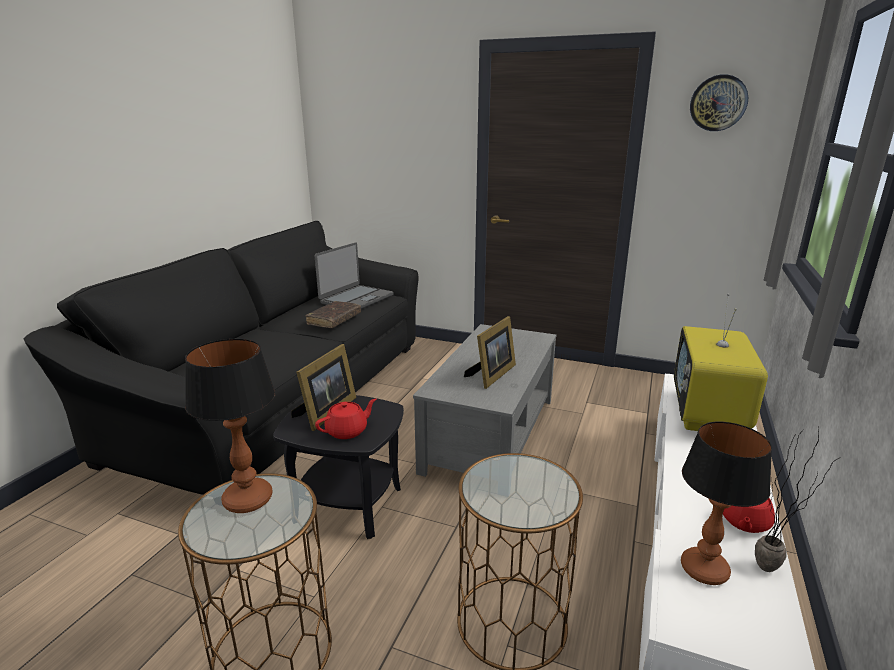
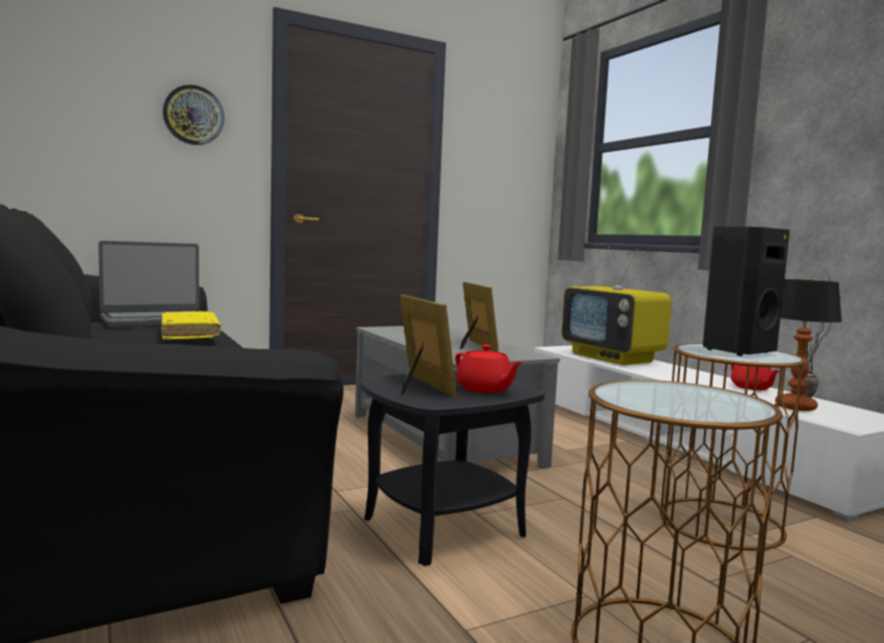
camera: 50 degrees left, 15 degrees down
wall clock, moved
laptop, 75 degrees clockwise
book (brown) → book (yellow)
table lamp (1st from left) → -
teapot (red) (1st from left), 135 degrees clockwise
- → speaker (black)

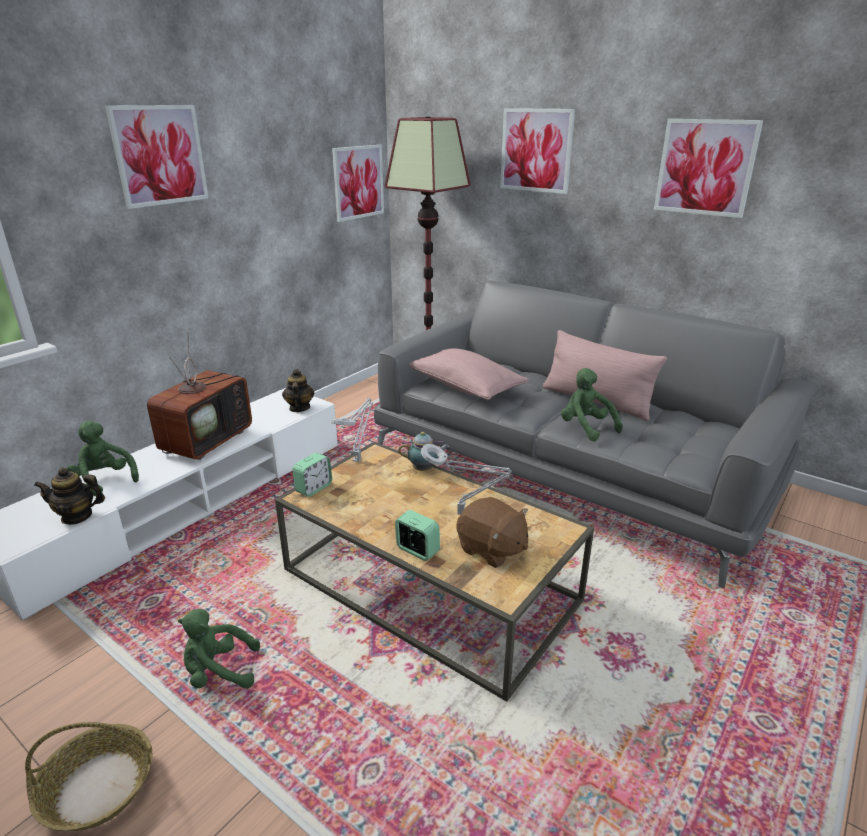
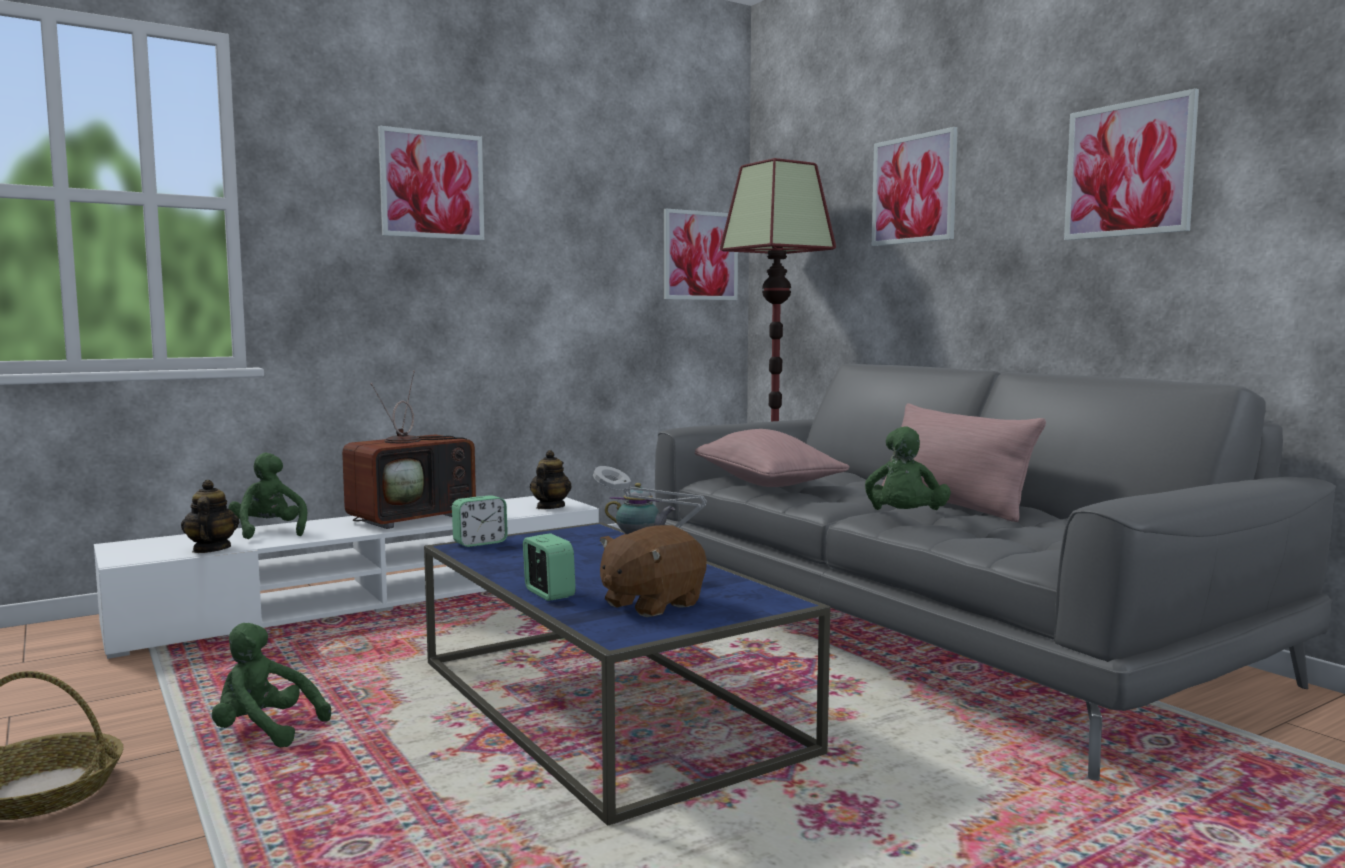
camera: 20 degrees right, 20 degrees down
plush toy (green) (3rd from left), 150 degrees counterclockwise
table lamp (grey) (1st from left) → -
coffee table (brown) → coffee table (blue)
teapot (1st from left), 60 degrees clockwise
plush toy (brown), 75 degrees clockwise

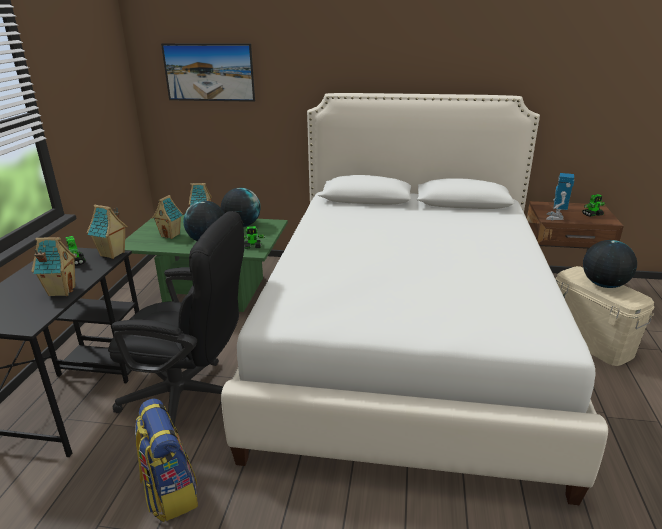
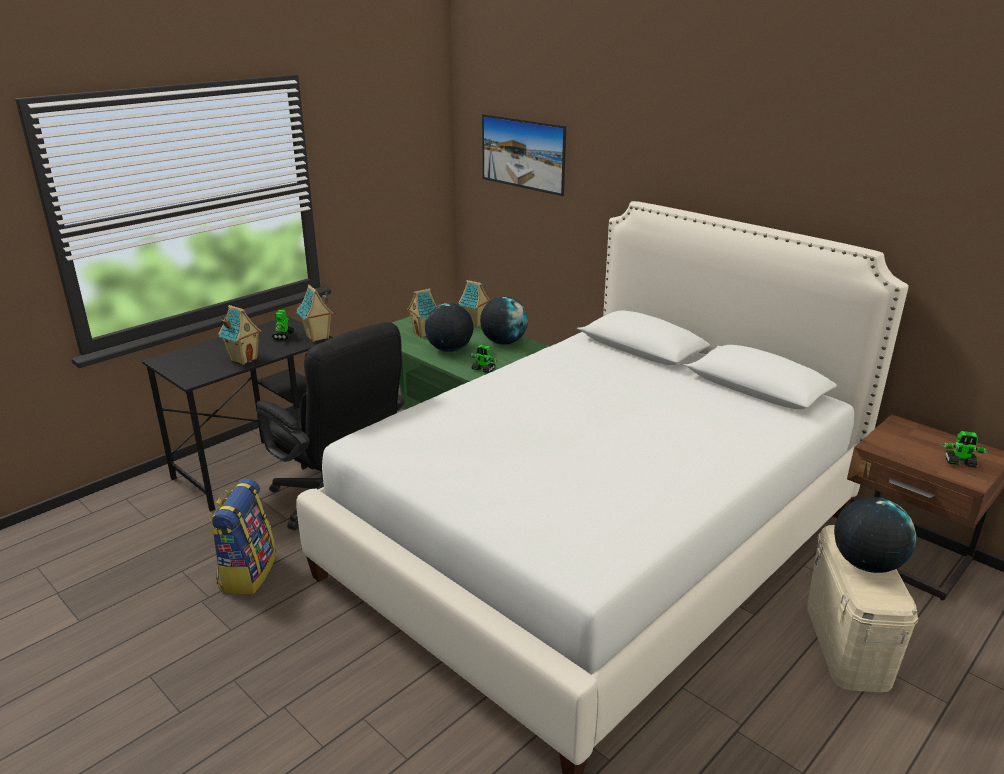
camera: 35 degrees right, 0 degrees up
toy robot (3rd from left) → -

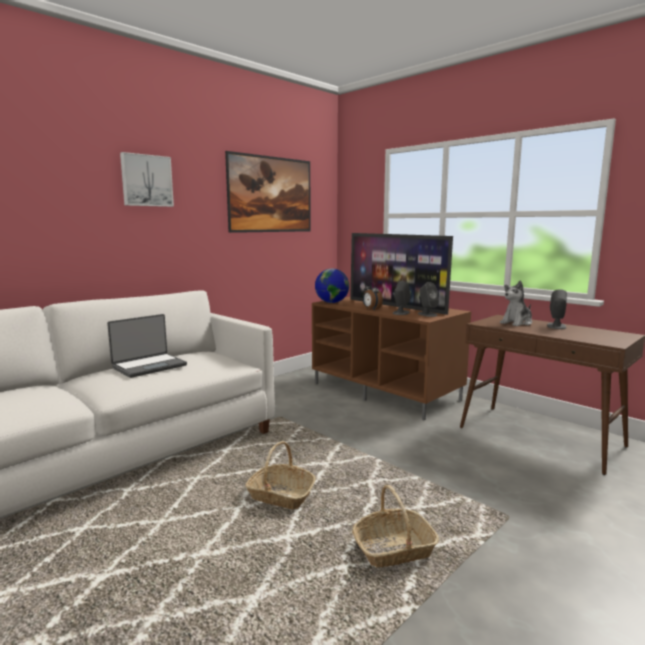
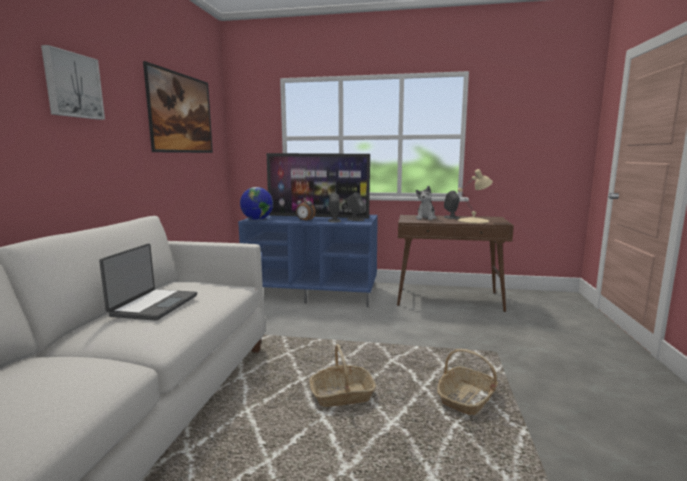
camera: 35 degrees left, 0 degrees up
tv stand (brown) → tv stand (blue)
- → table lamp (beige)

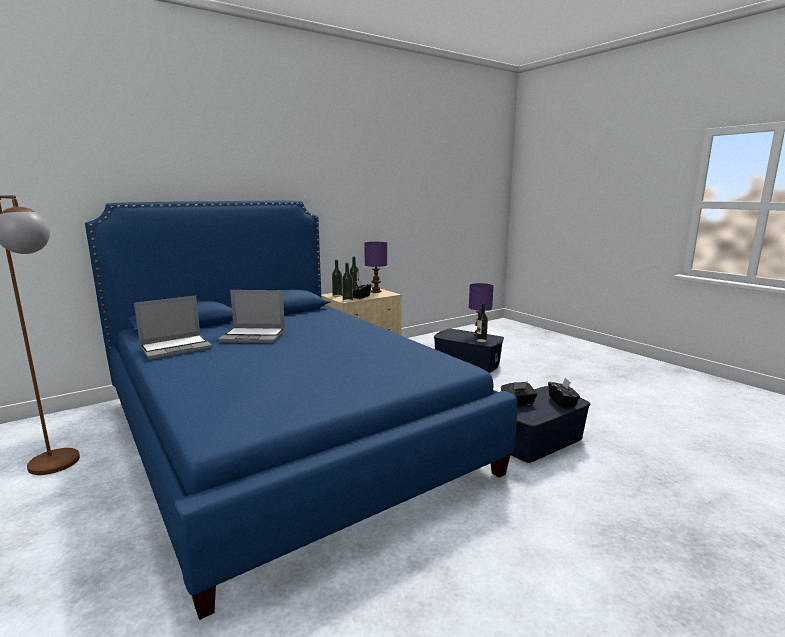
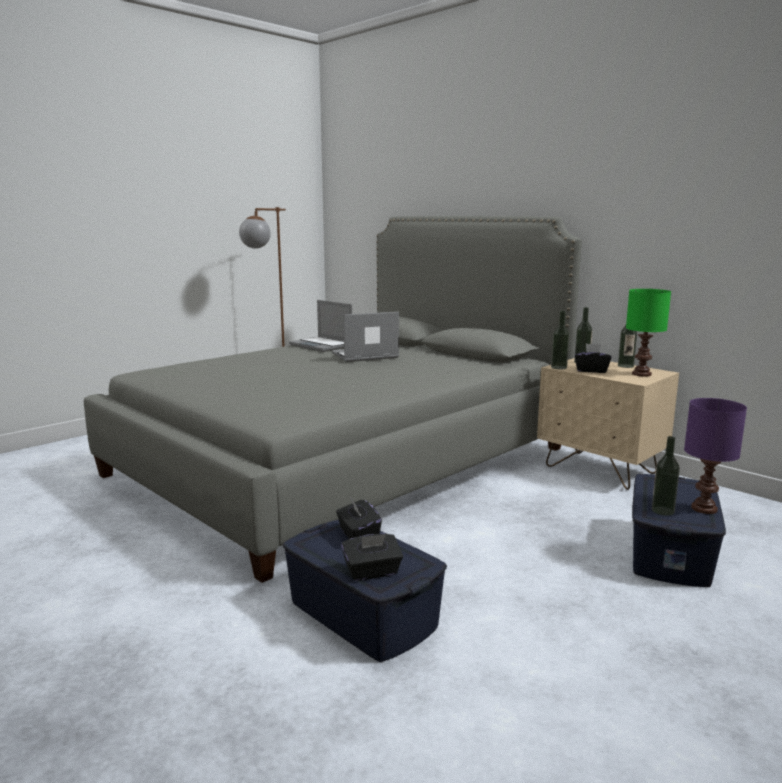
camera: 80 degrees right, 0 degrees up
bed (blue) → bed (grey)
table lamp (purple) (1st from left) → table lamp (green)
laptop (2nd from left), 75 degrees clockwise

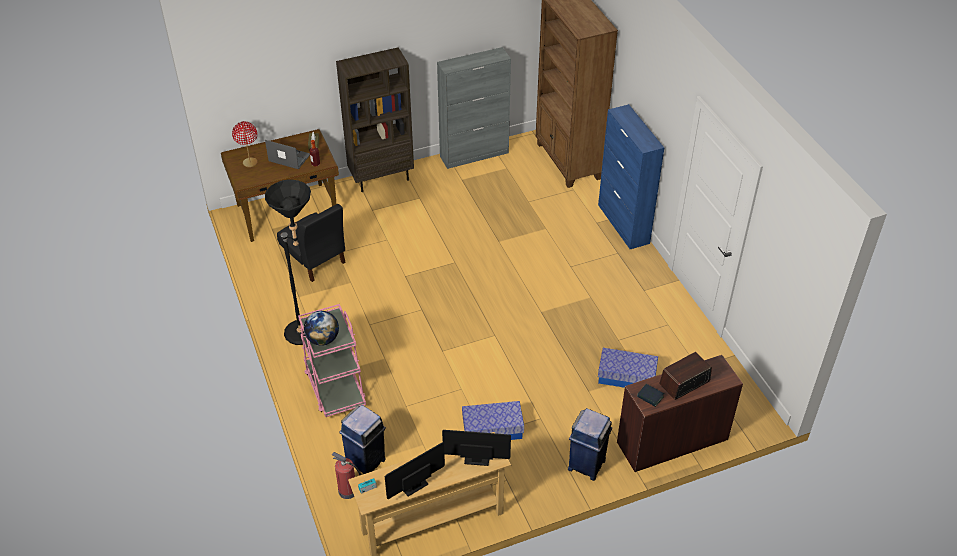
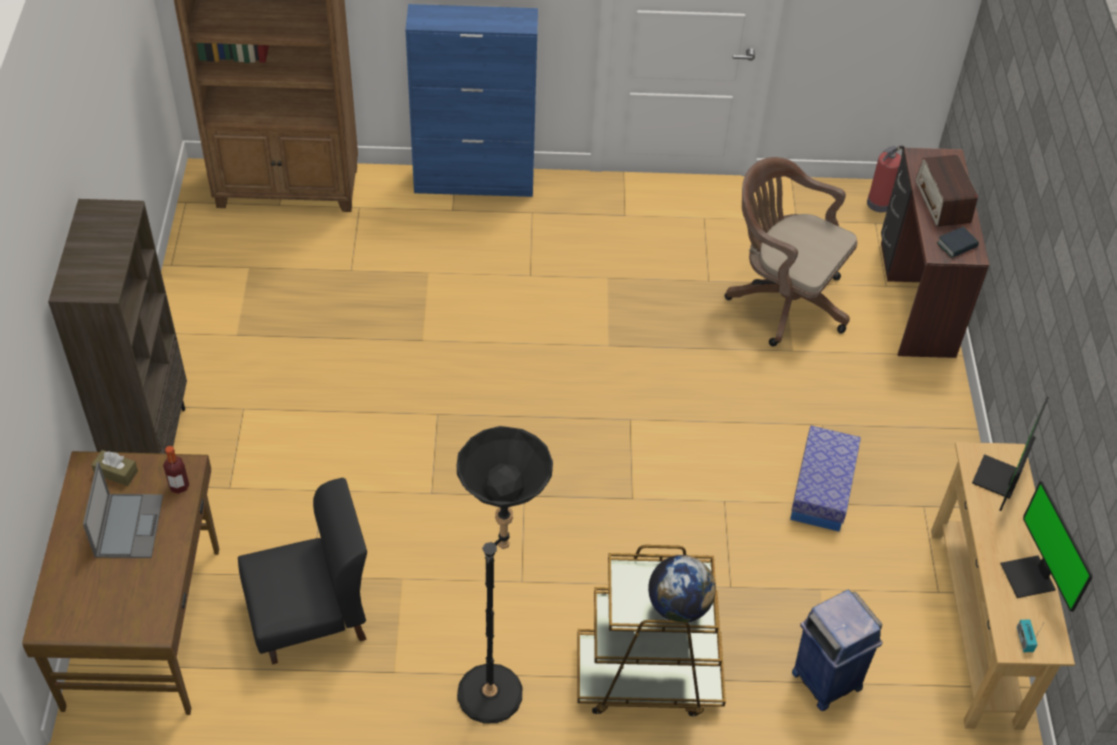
camera: 70 degrees left, 5 degrees up
cabinet (grey) → -
table lamp (red) → -
laptop, 135 degrees clockwise
cart (pink) → cart (brown)
storage box (2nd from left) → office chair (brown)
trash can (blue) (2nd from left) → -
fire extinguisher, moved

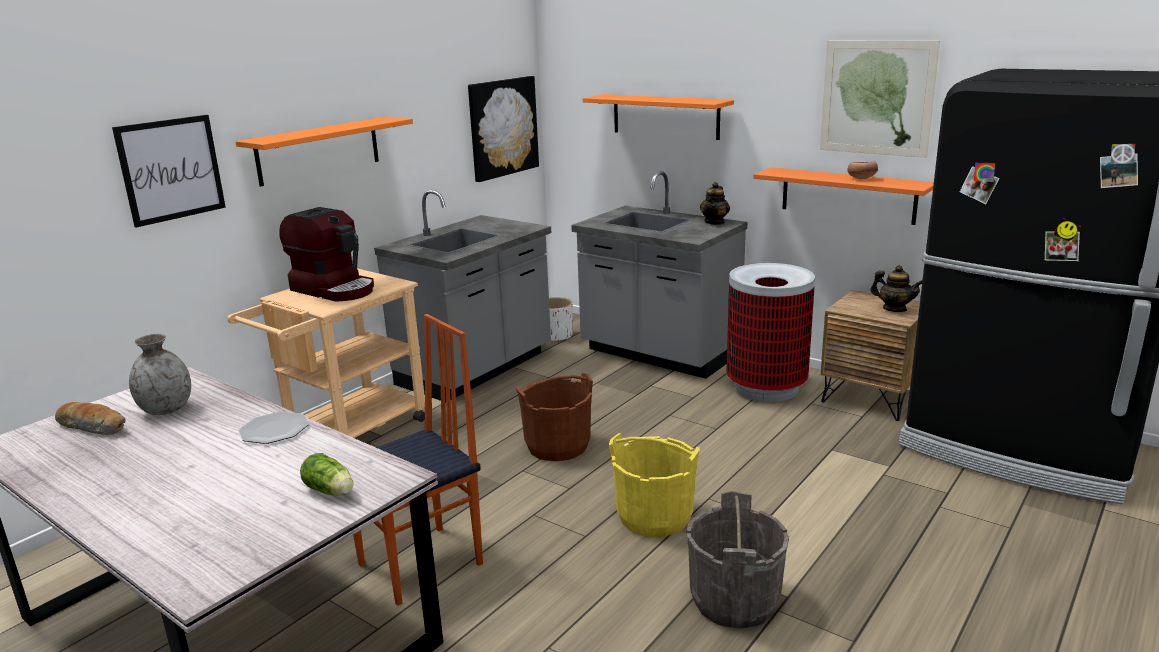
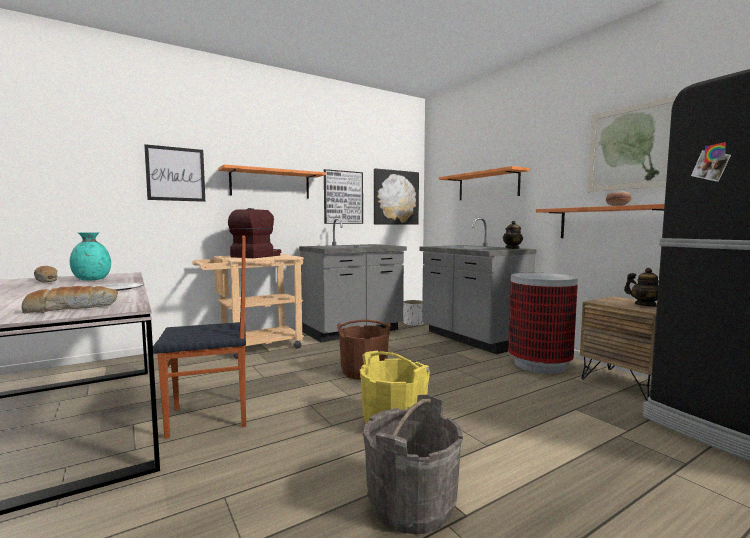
camera: 20 degrees right, 15 degrees down
coffee machine, 120 degrees counterclockwise
vase (grey) → vase (turquoise)
lettuce → bread (2nd from left)
- → picture (2nd from left)

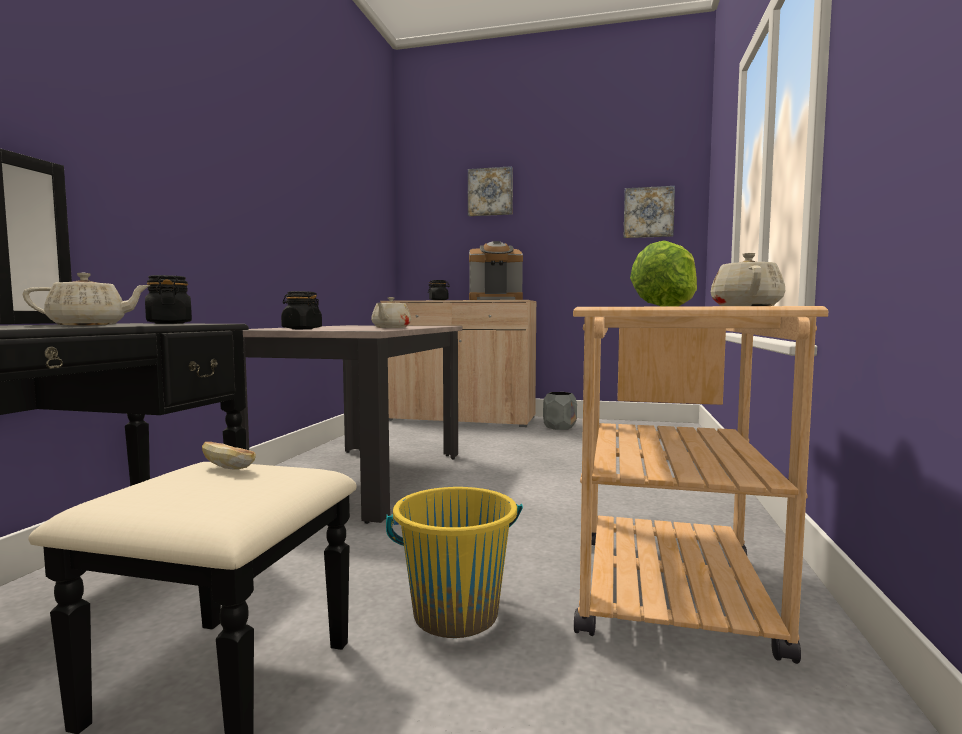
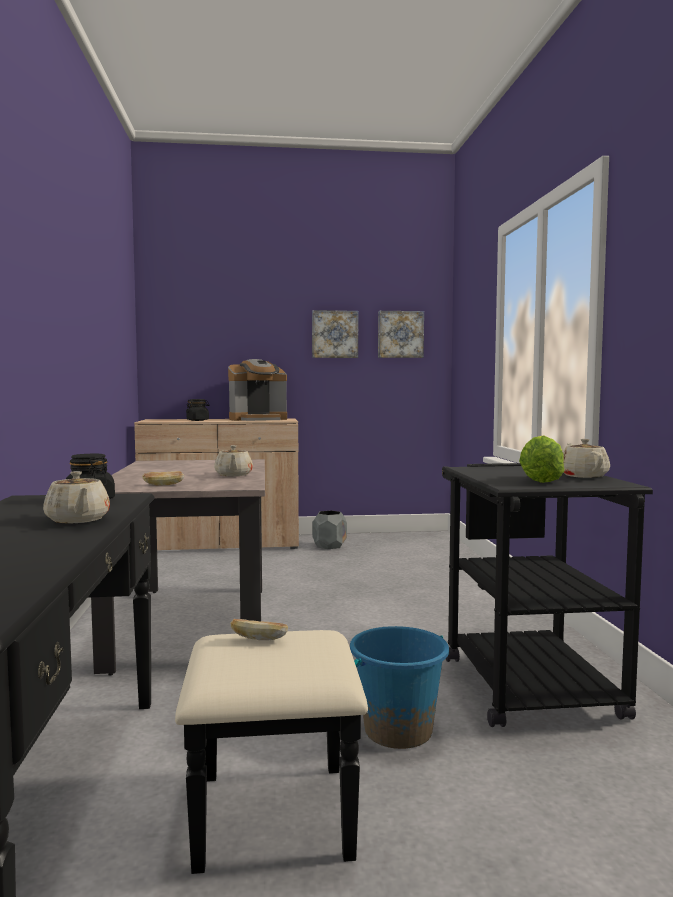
camera: 20 degrees left, 0 degrees up
picture (1st from left), moved
teapot (beige) (1st from left), 105 degrees clockwise
jar (black) (2nd from left) → bread (1st from left)
cart (beige) → cart (black)
bucket (yellow) → bucket (blue)

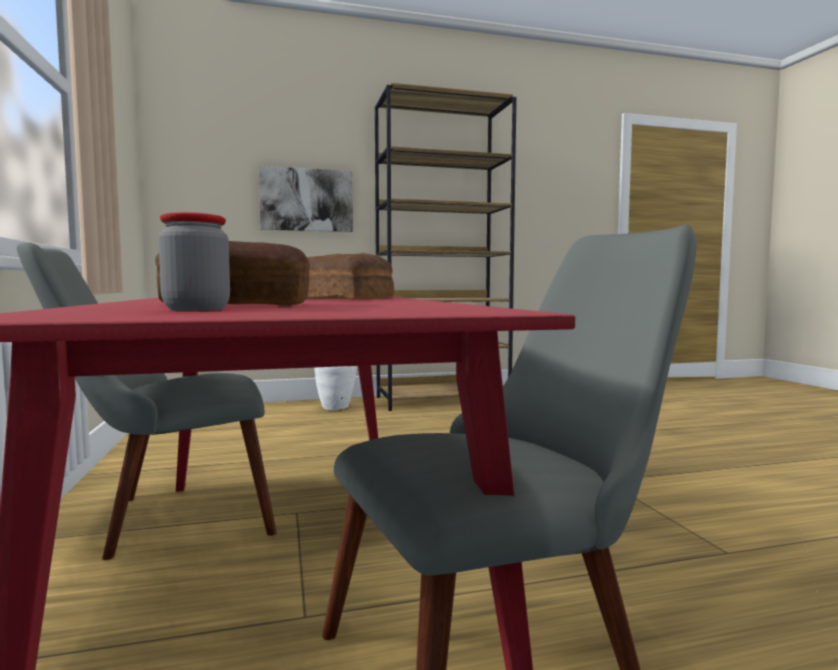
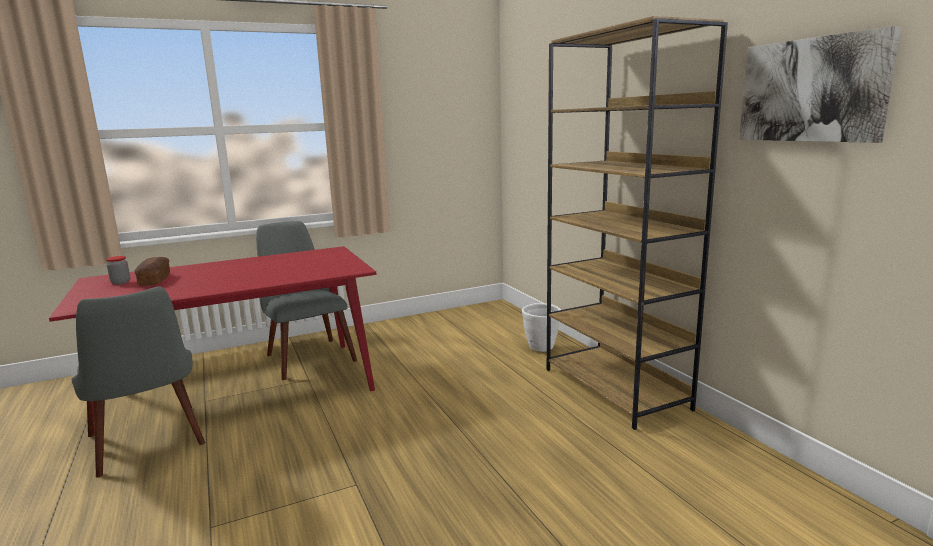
camera: 80 degrees right, 10 degrees up
picture, moved
bread (2nd from left) → -

